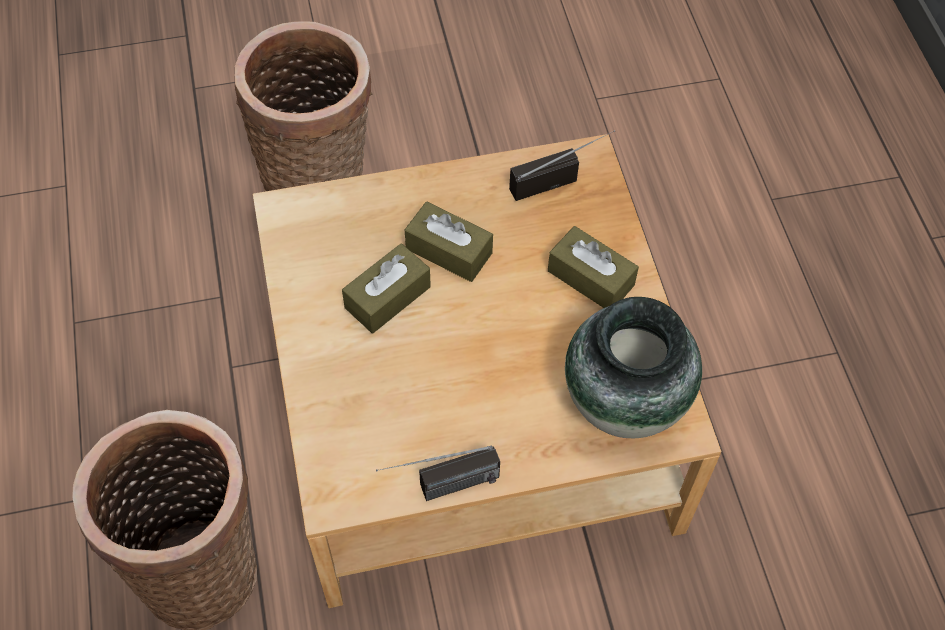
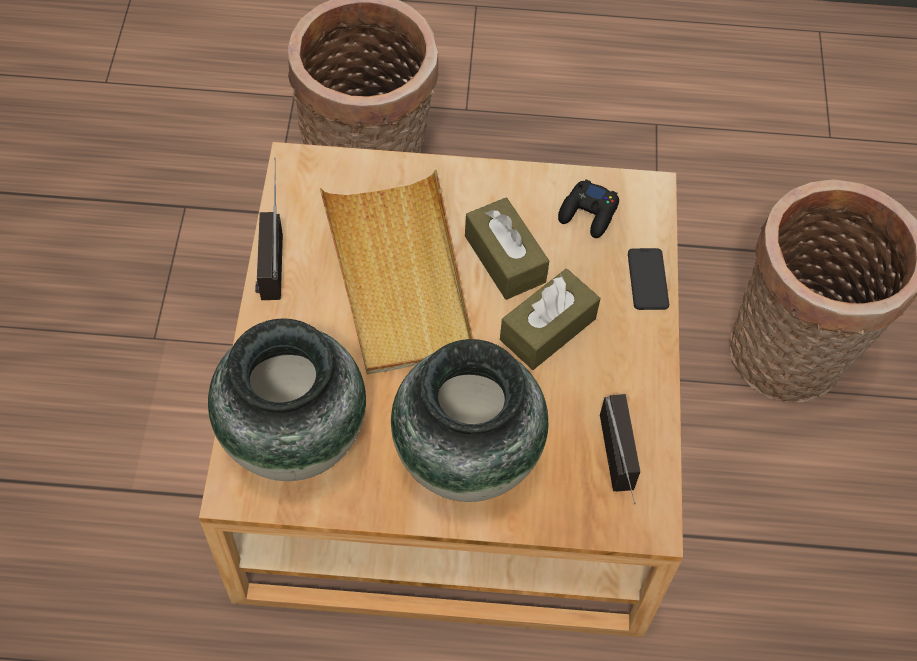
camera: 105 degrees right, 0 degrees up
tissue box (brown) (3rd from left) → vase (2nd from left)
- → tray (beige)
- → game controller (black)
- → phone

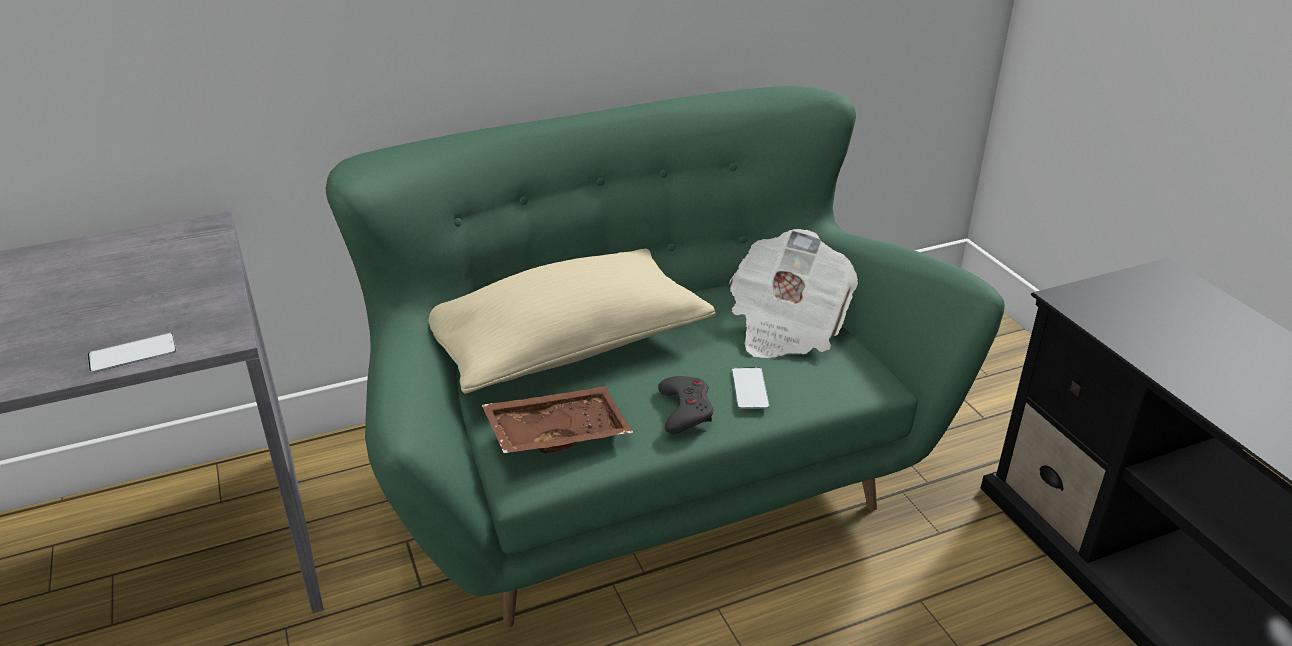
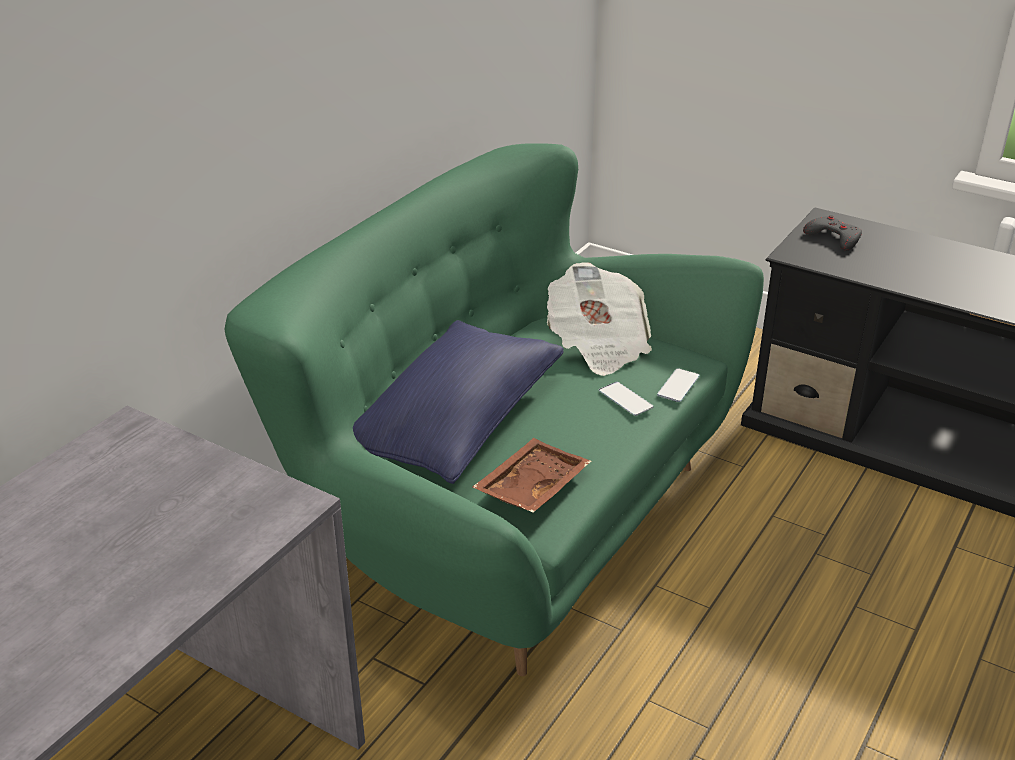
camera: 35 degrees left, 0 degrees up
pillow (beige) → pillow (blue)
phone (1st from left in the first image) → phone (2nd from left), moved
game controller (grey), moved

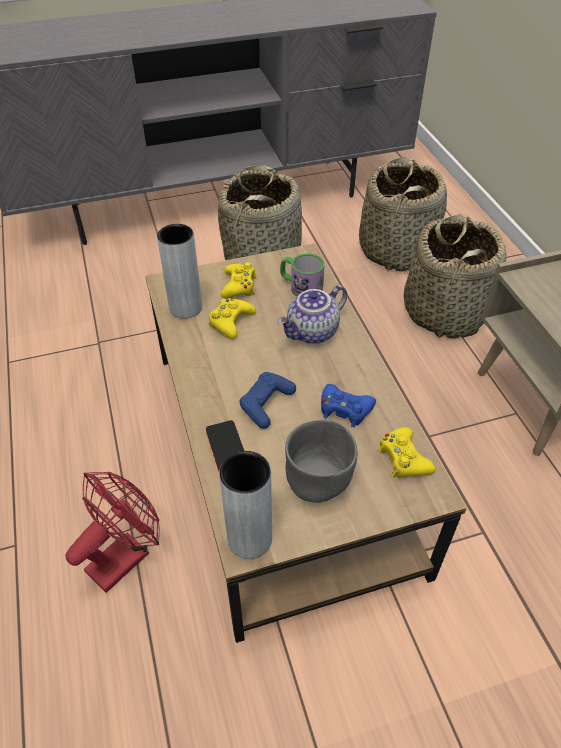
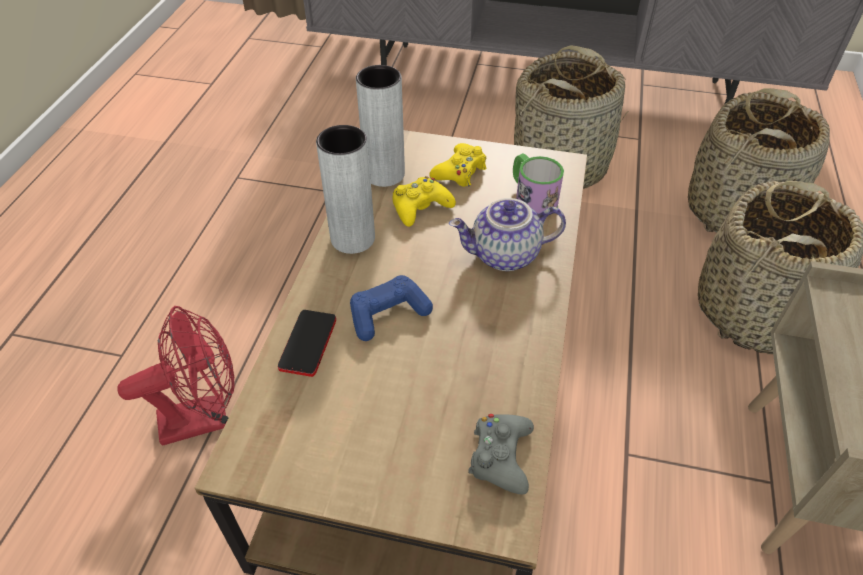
camera: 30 degrees right, 0 degrees up
game controller (blue) (2nd from left) → -
bowl (grey) → -
game controller (yellow) (3rd from left) → game controller (grey)
vase (grey) (2nd from left in the first image) → vase (grey) (1st from left), moved

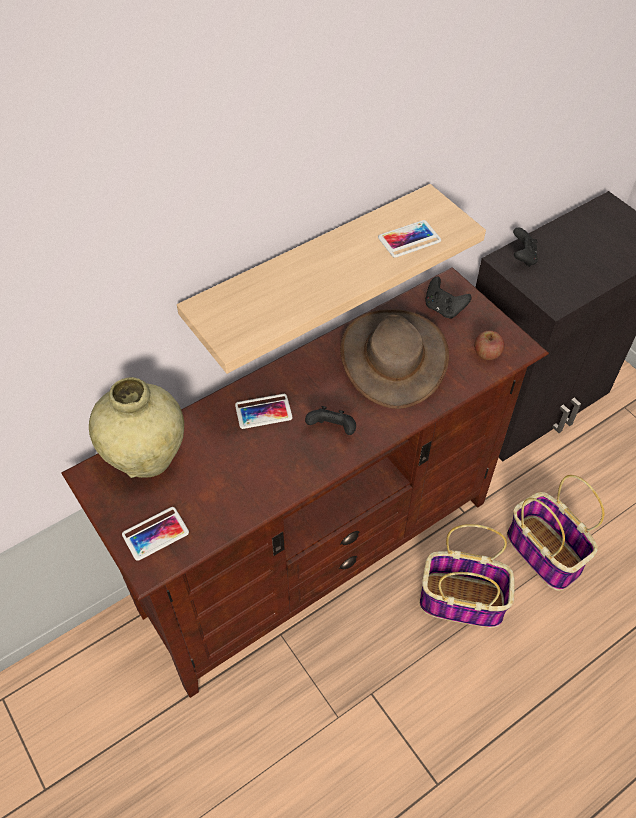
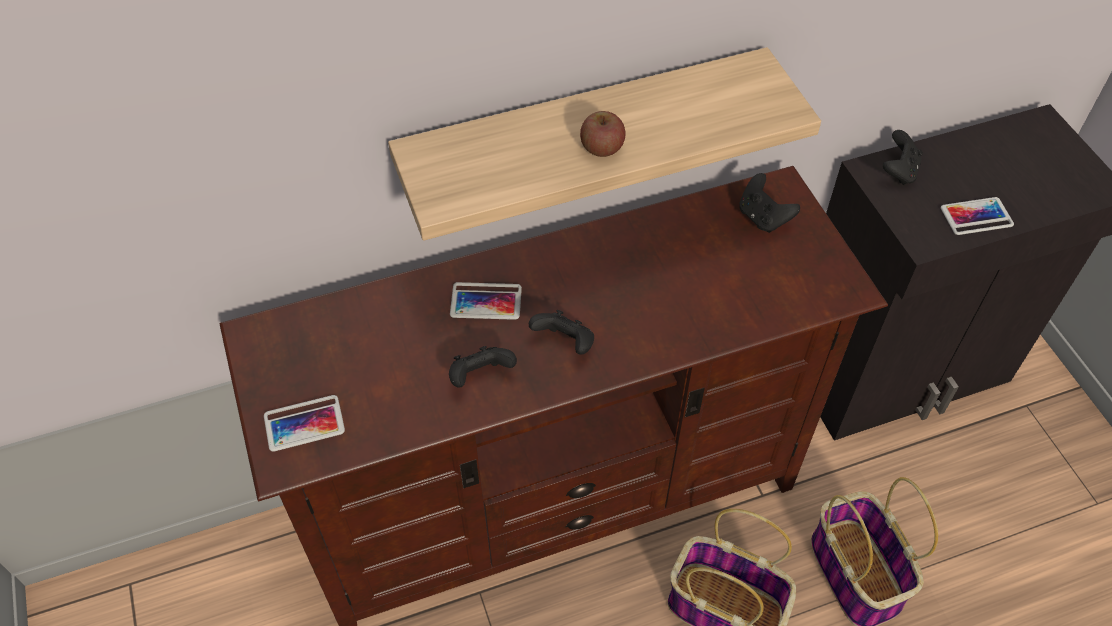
camera: 15 degrees right, 0 degrees up
phone (3rd from left), moved
hat (brown) → -
apple, moved
vase (beige) → -
- → game controller (black) (1st from left)

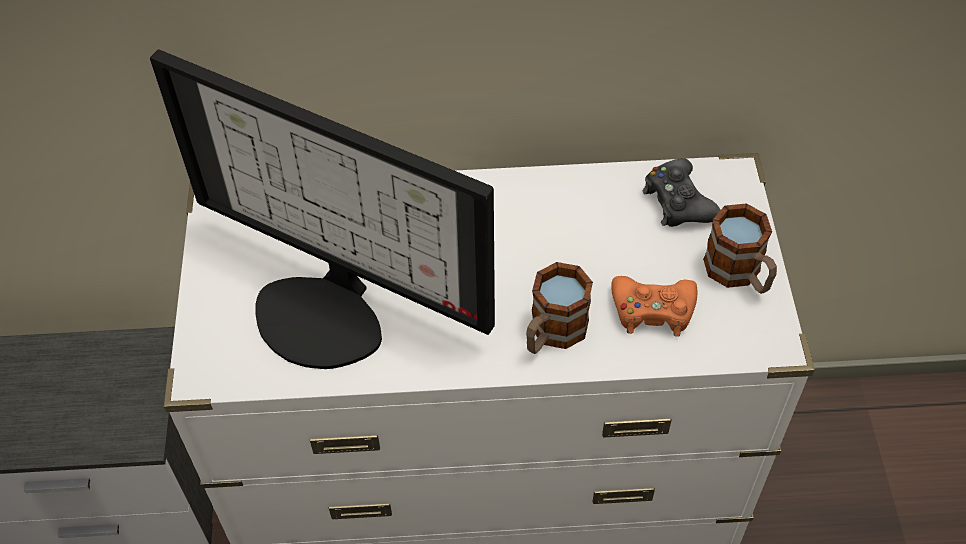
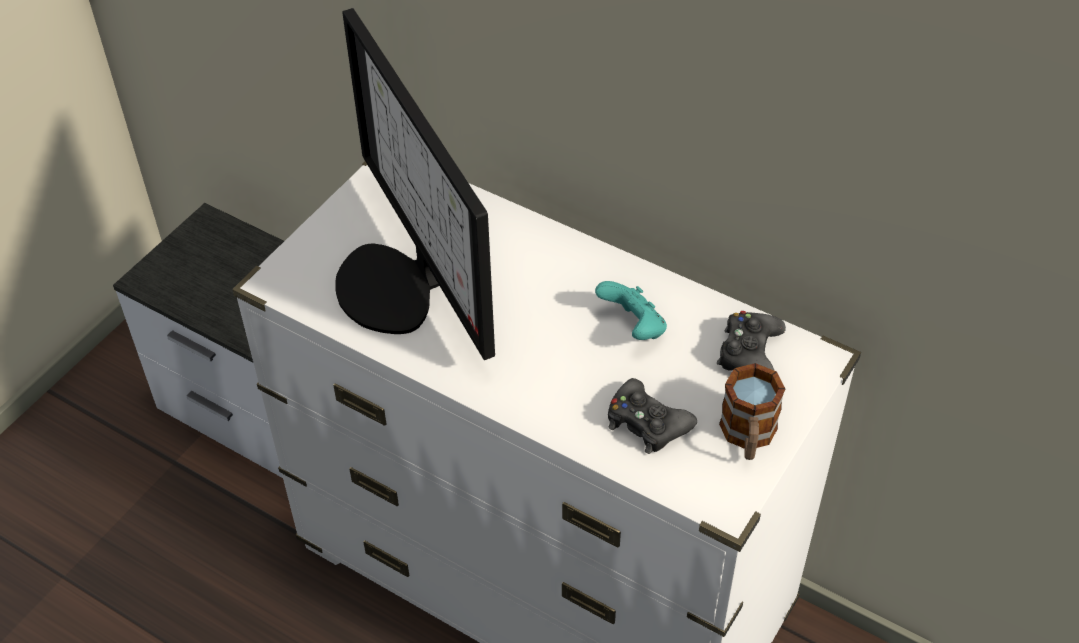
camera: 35 degrees right, 5 degrees down
mug (1st from left) → -
game controller (orange) → game controller (black) (1st from left)
- → game controller (turquoise)

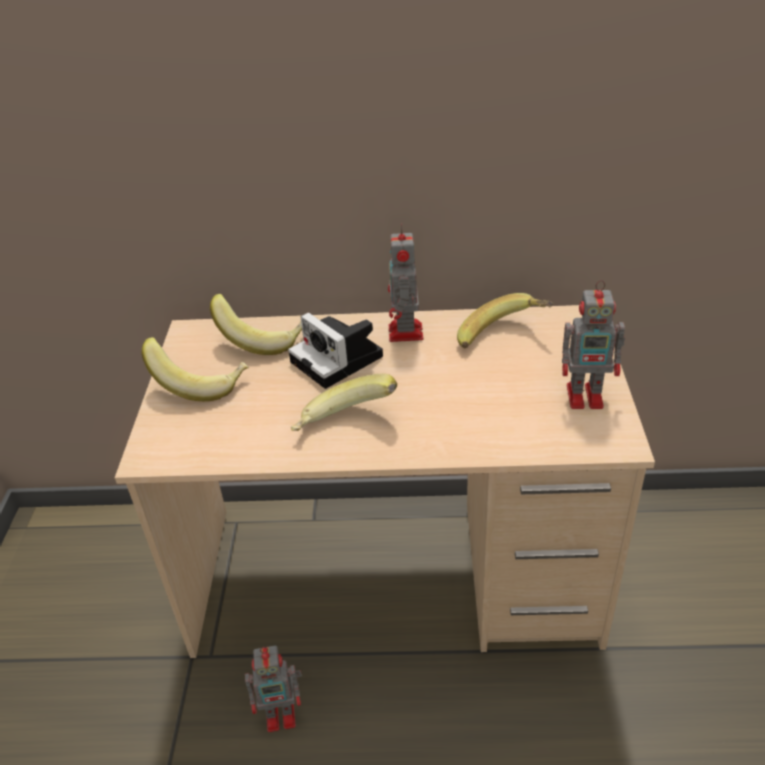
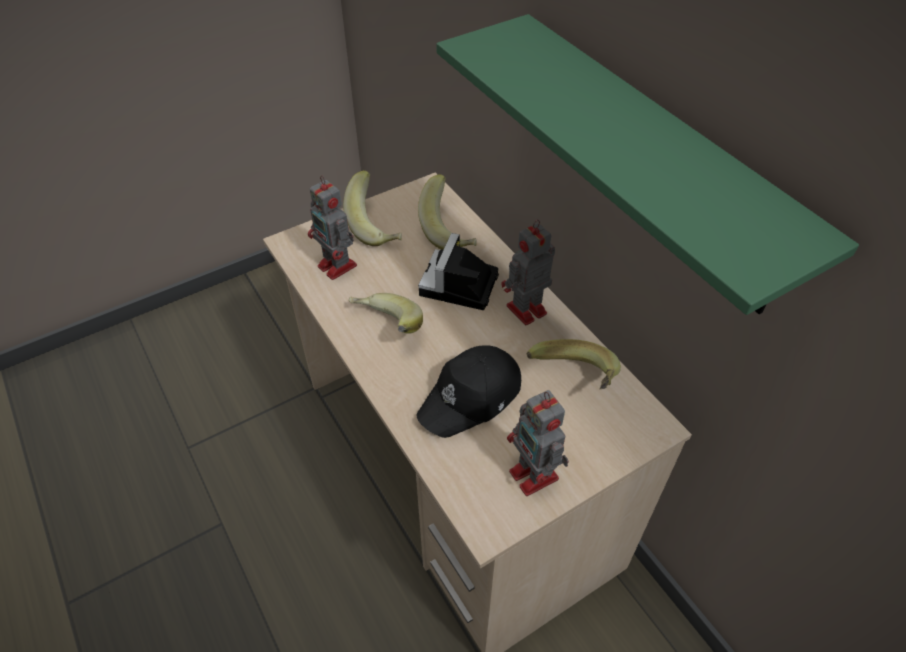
camera: 55 degrees right, 10 degrees up
toy robot (1st from left), moved
- → shelf (green)
- → cap (black)

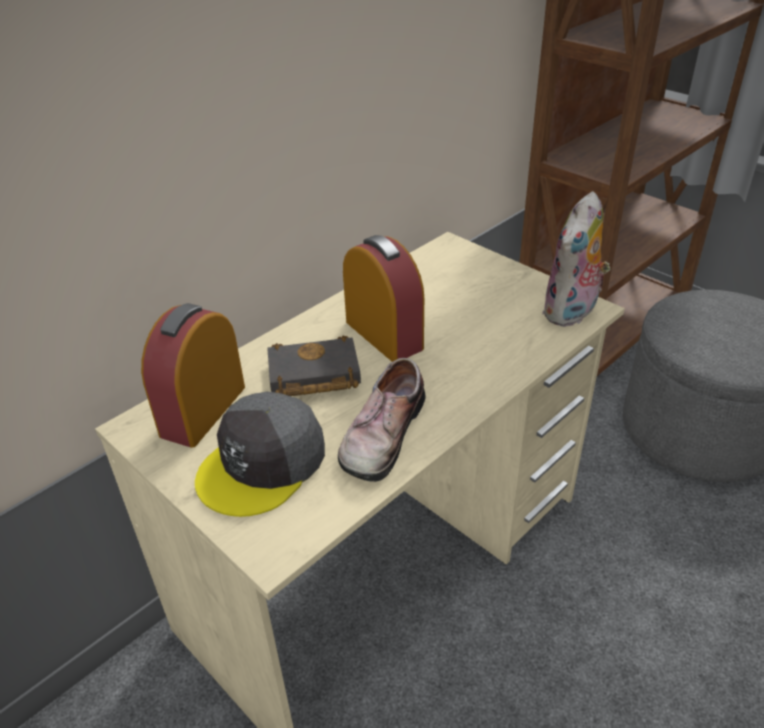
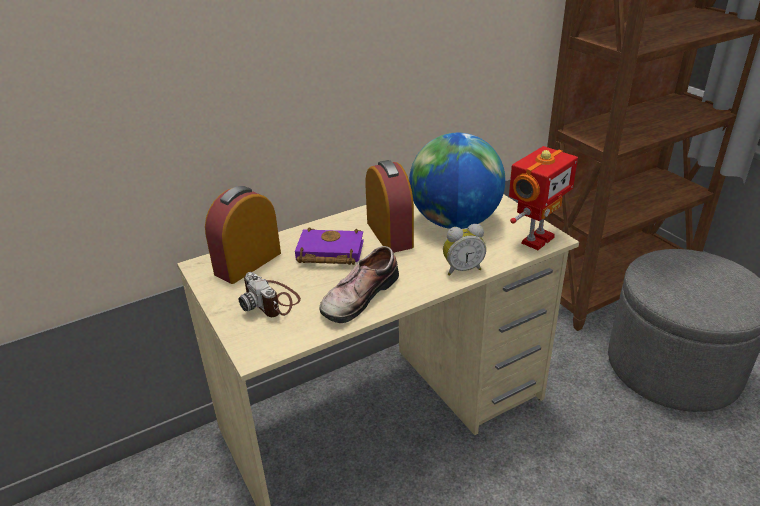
camera: 15 degrees right, 5 degrees down
plush toy → toy robot
book (black) → book (purple)
cap (grey) → photo camera
- → globe
- → alarm clock (3rd from left)

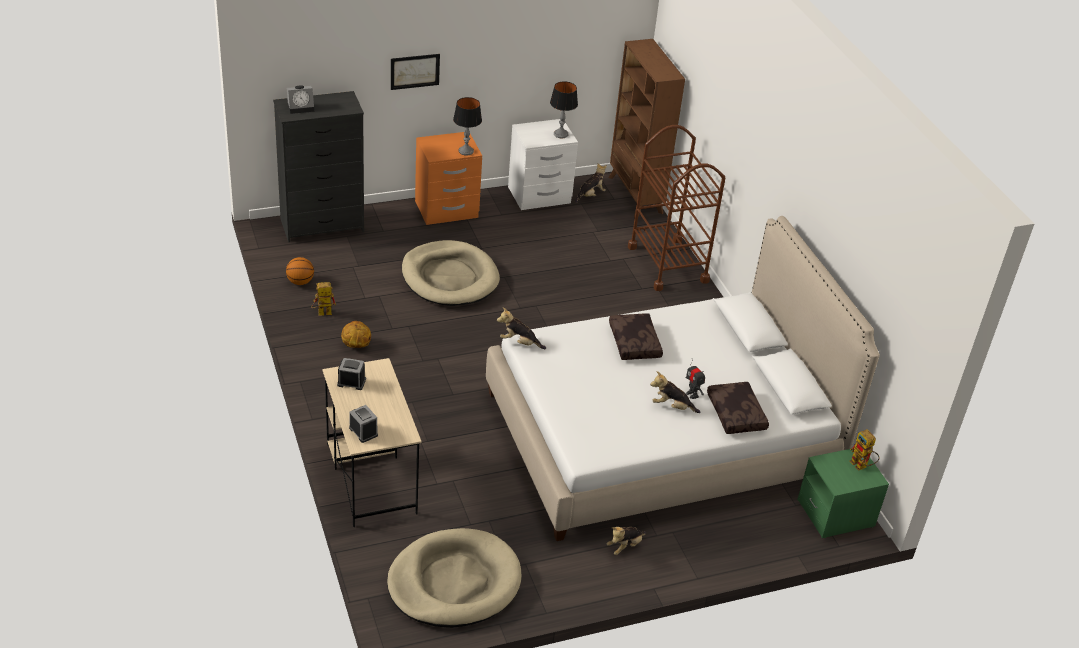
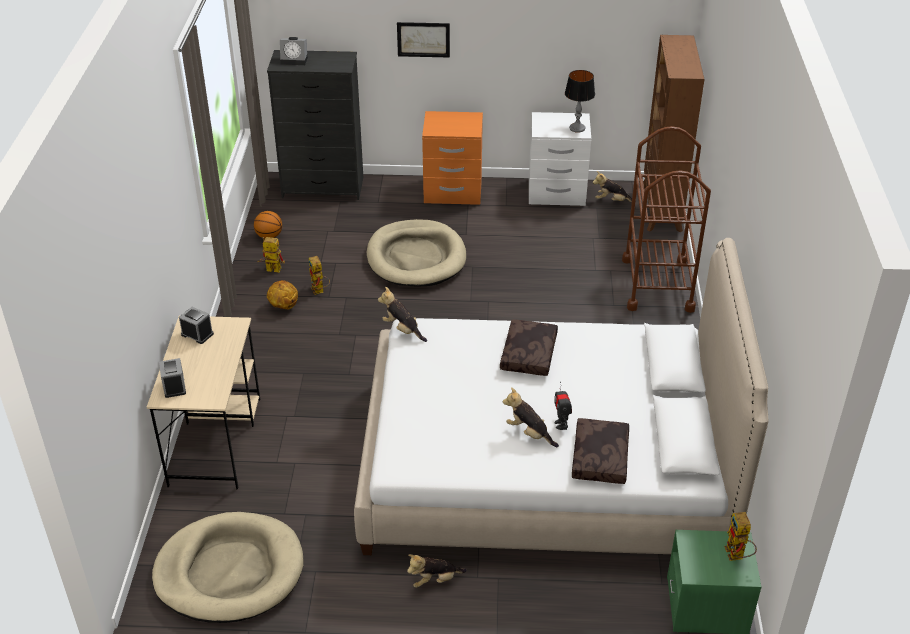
camera: 25 degrees right, 0 degrees up
table lamp (1st from left) → -
plush toy (2nd from left in the first image) → plush toy (4th from left), 150 degrees counterclockwise
- → toy robot (2nd from left)

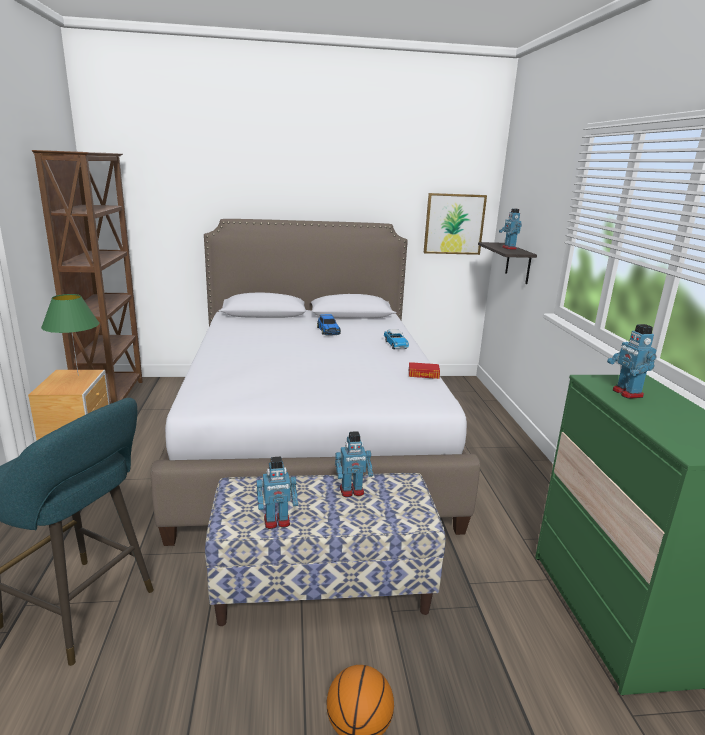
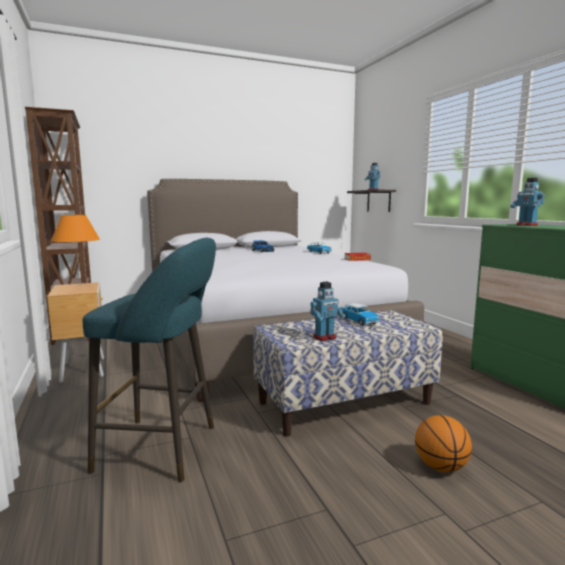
camera: 15 degrees left, 10 degrees down
picture → -
table lamp (green) → table lamp (orange)
toy robot (2nd from left) → toy car (3rd from left)

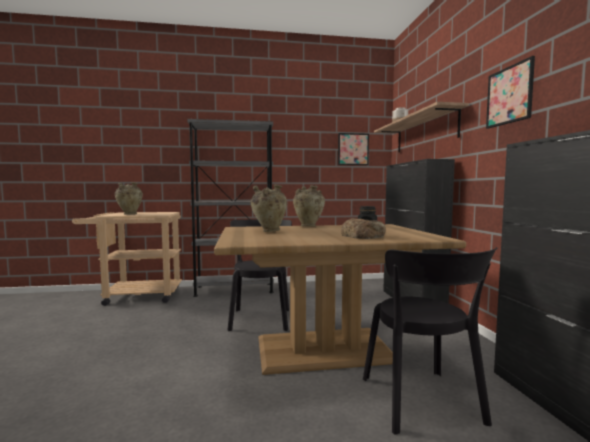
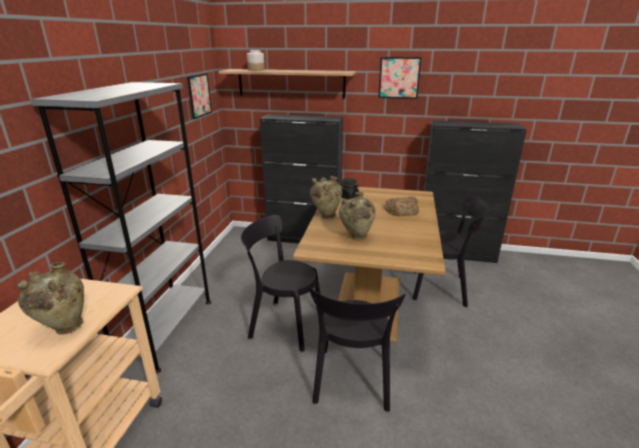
camera: 70 degrees left, 20 degrees up
- → chair (black) (2nd from left)

